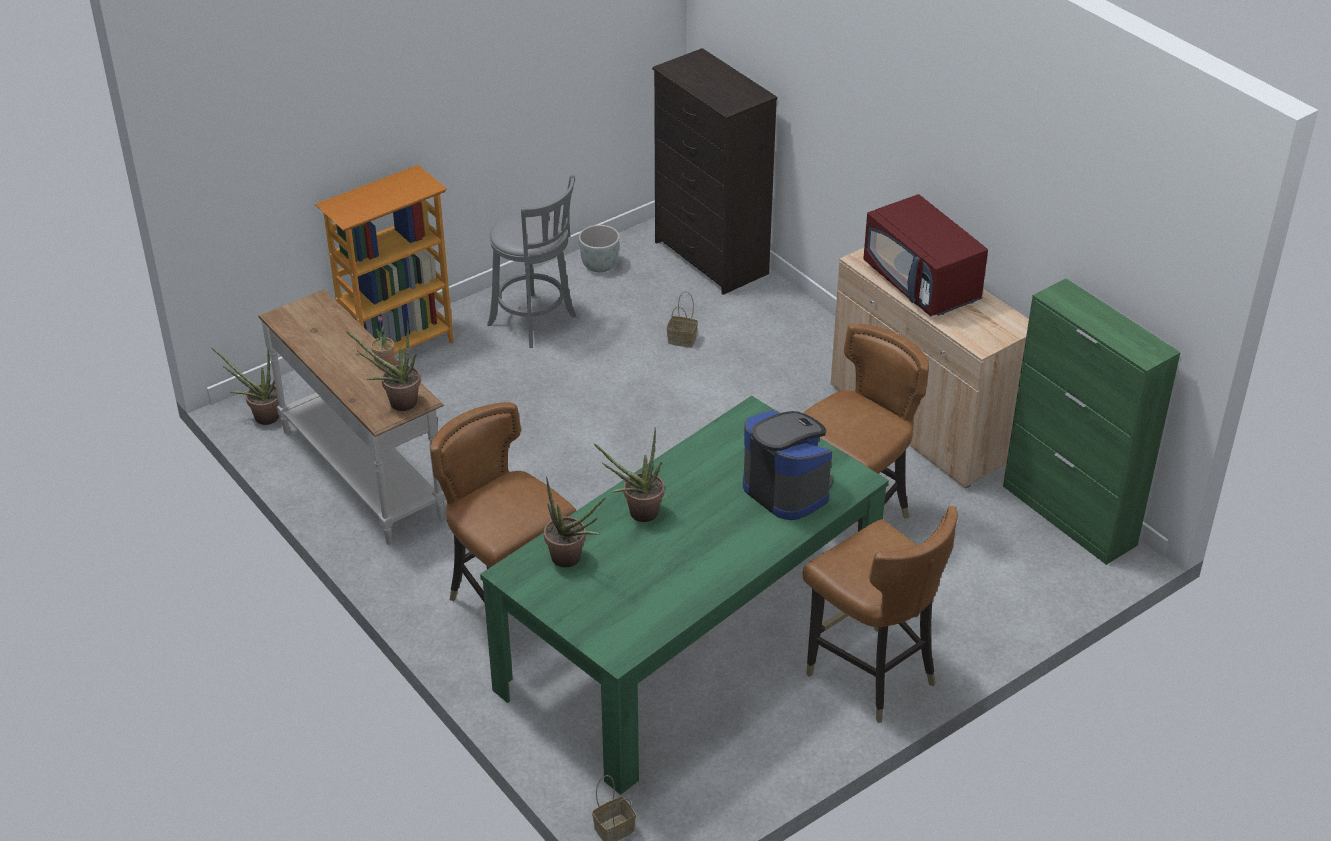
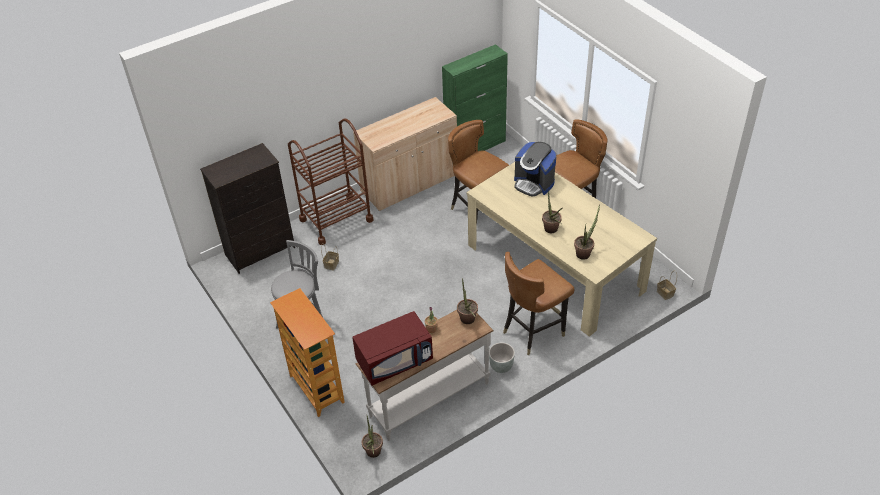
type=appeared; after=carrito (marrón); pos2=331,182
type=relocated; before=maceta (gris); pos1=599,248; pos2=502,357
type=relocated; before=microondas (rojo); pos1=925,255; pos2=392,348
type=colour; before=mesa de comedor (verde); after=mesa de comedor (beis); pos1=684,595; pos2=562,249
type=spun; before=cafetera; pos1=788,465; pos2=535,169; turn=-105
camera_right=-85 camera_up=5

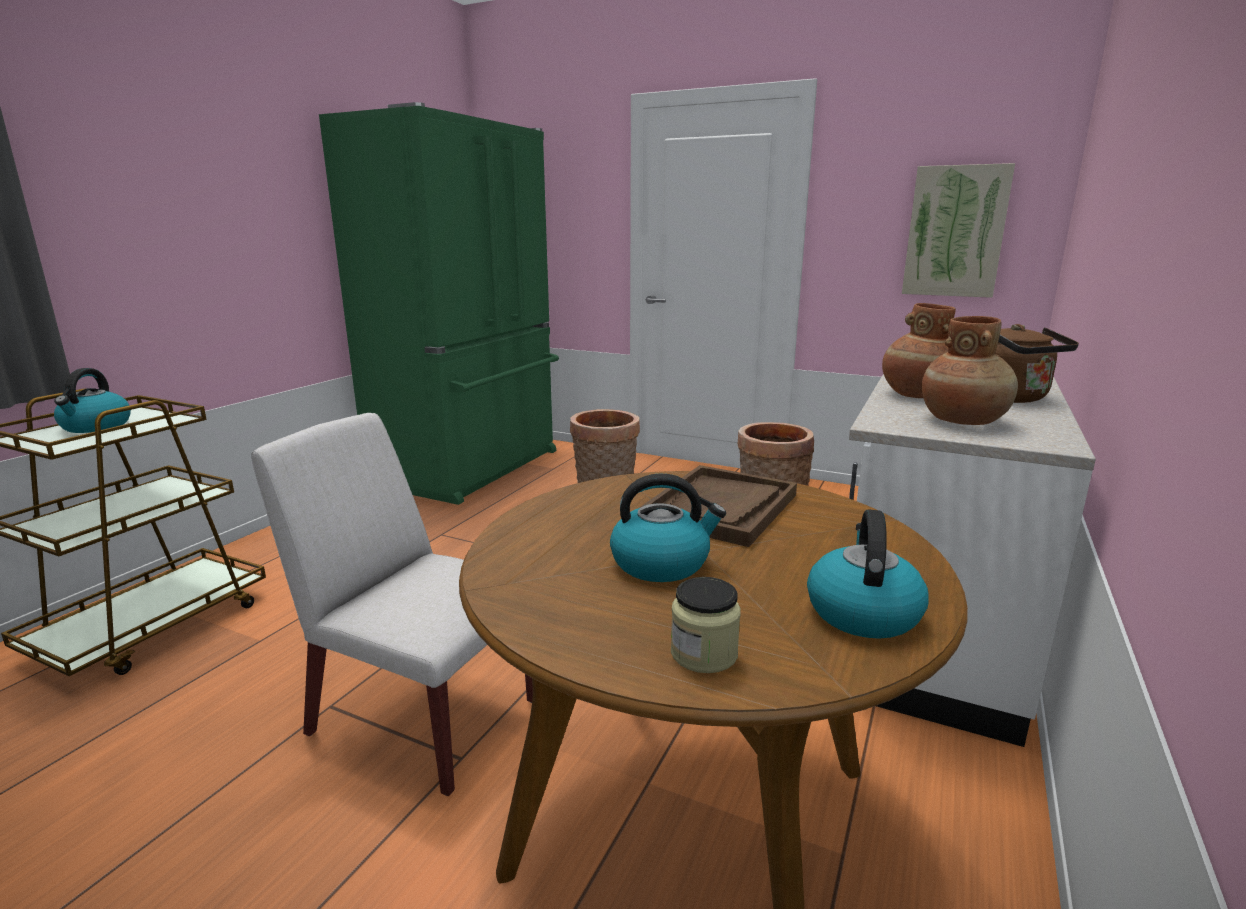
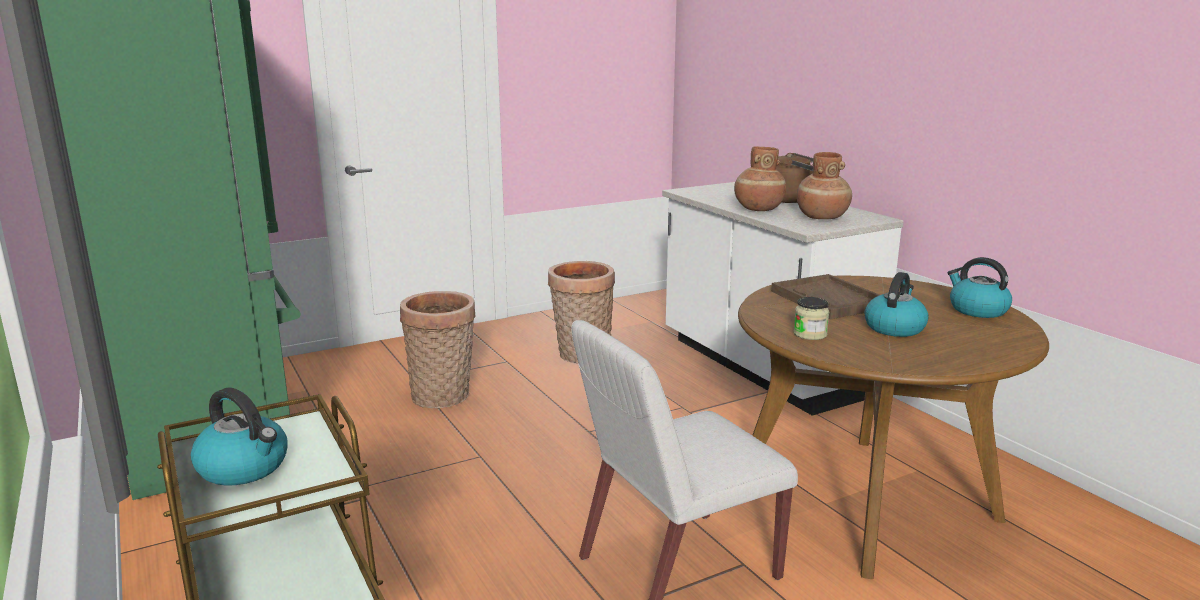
type=missing; before=cuadro; pos1=958,230
type=relocated; before=tarro; pos1=706,625; pos2=811,318
camera_right=-55 camera_up=0

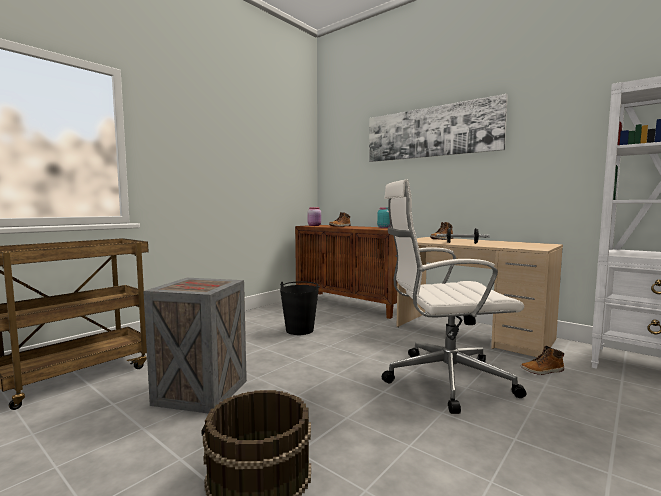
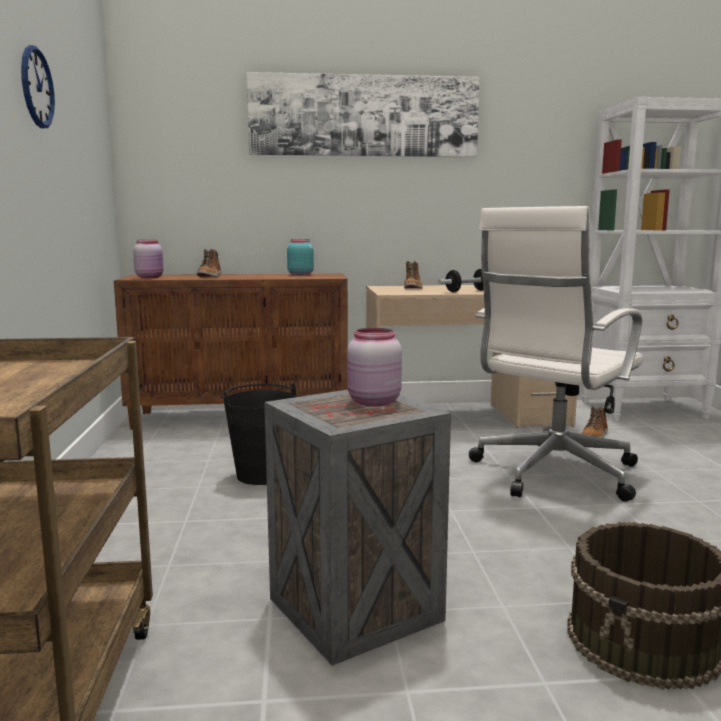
type=appeared; after=reloj de pared; pos2=38,86
type=appeared; after=tarro (rosa); pos2=374,367
camera_right=-45 camera_up=5

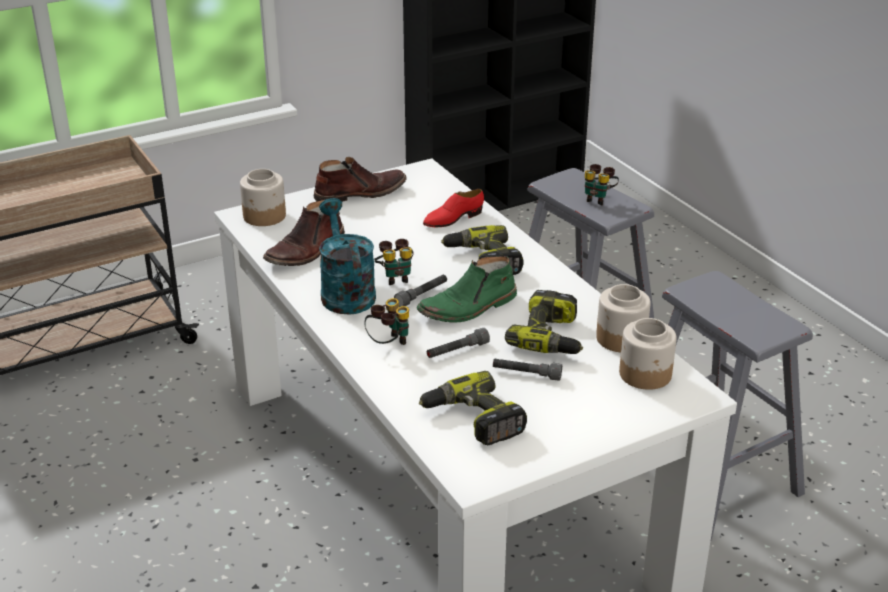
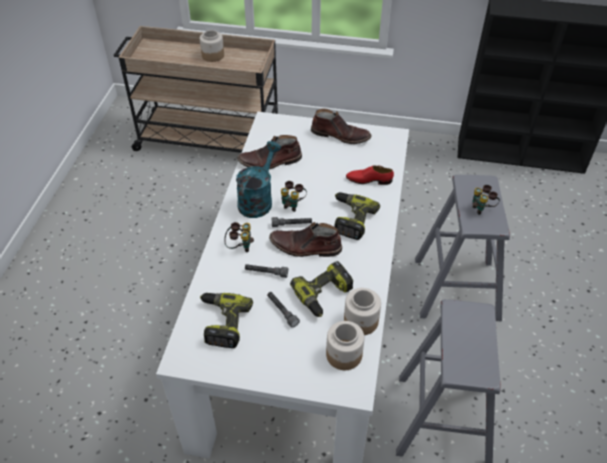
type=relocated; before=tarro; pos1=263,197; pos2=212,46
type=colour; before=bota (verde); after=bota (marrón); pos1=467,289; pos2=305,239
camera_right=40 camera_up=15

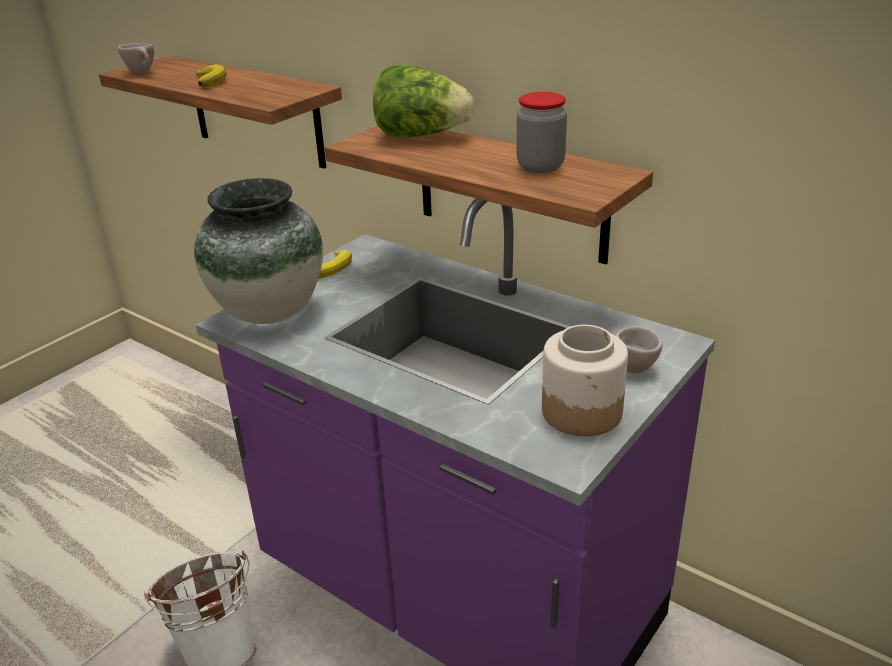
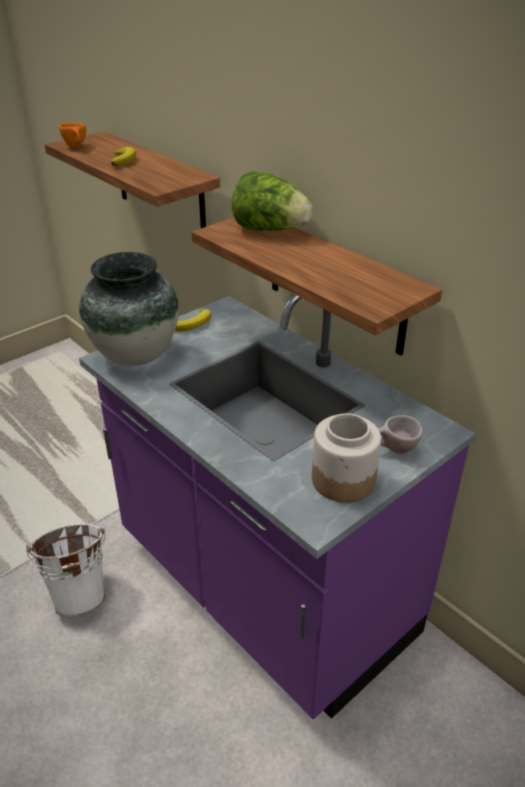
type=missing; before=tarro; pos1=542,132
type=colour; before=taza (beis); after=taza (naranja); pos1=136,58; pos2=72,135
camera_right=10 camera_up=5

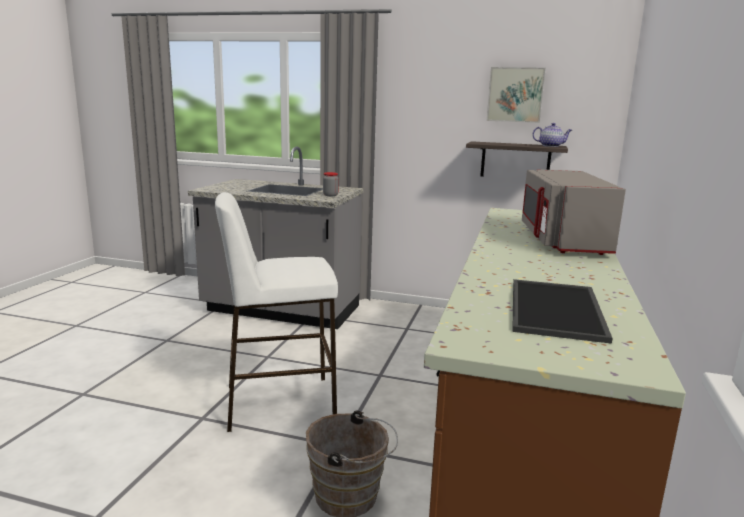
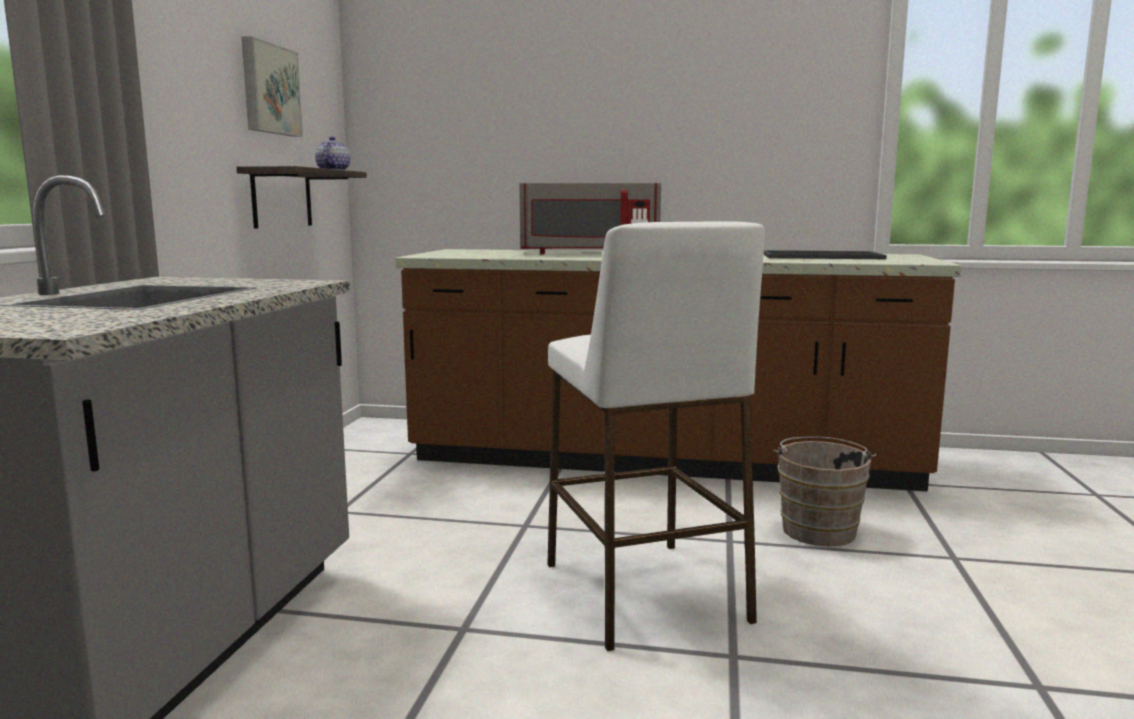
type=missing; before=tarro; pos1=331,184
camera_right=-95 camera_up=-5

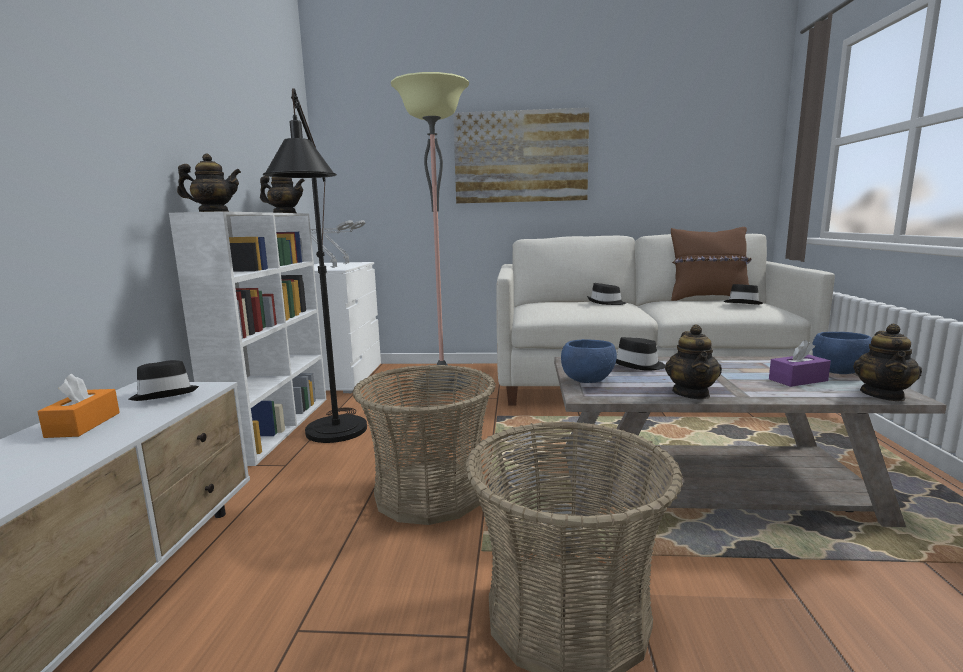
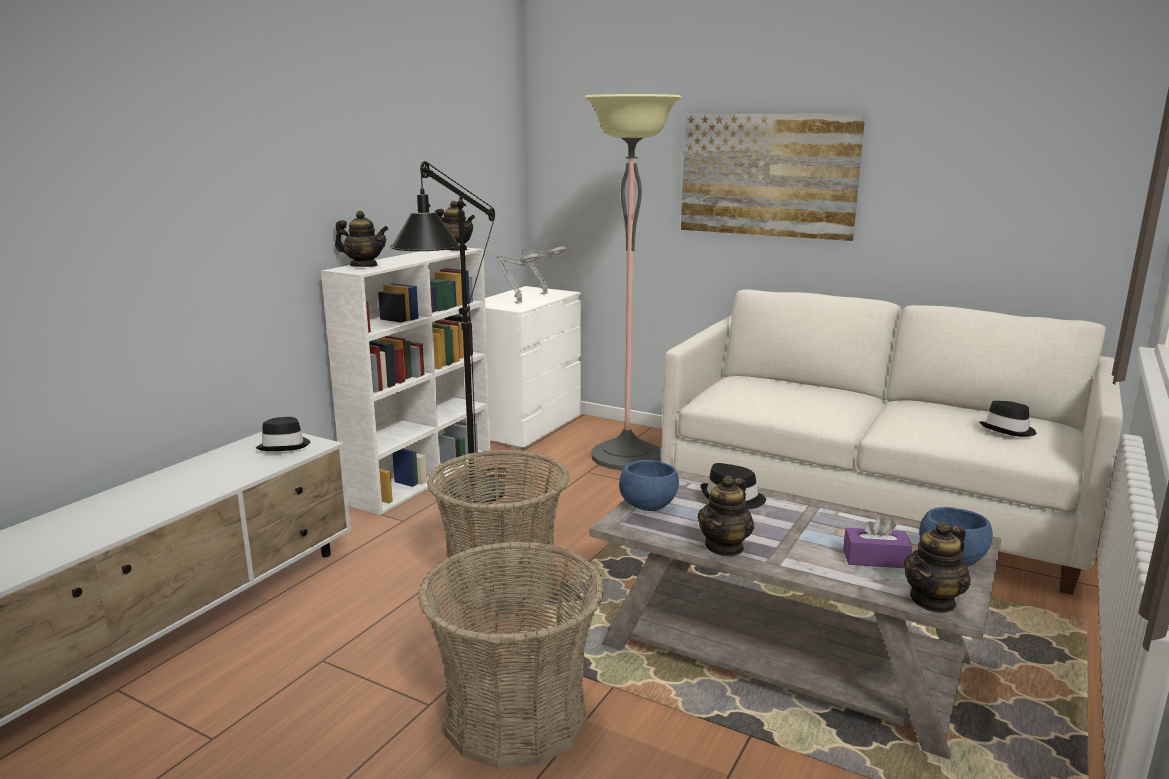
type=missing; before=caja de pañuelos (naranja); pos1=78,406
type=missing; before=sombrero (negro); pos1=606,294
type=missing; before=cojín (marrón); pos1=711,264
camera_right=25 camera_up=5

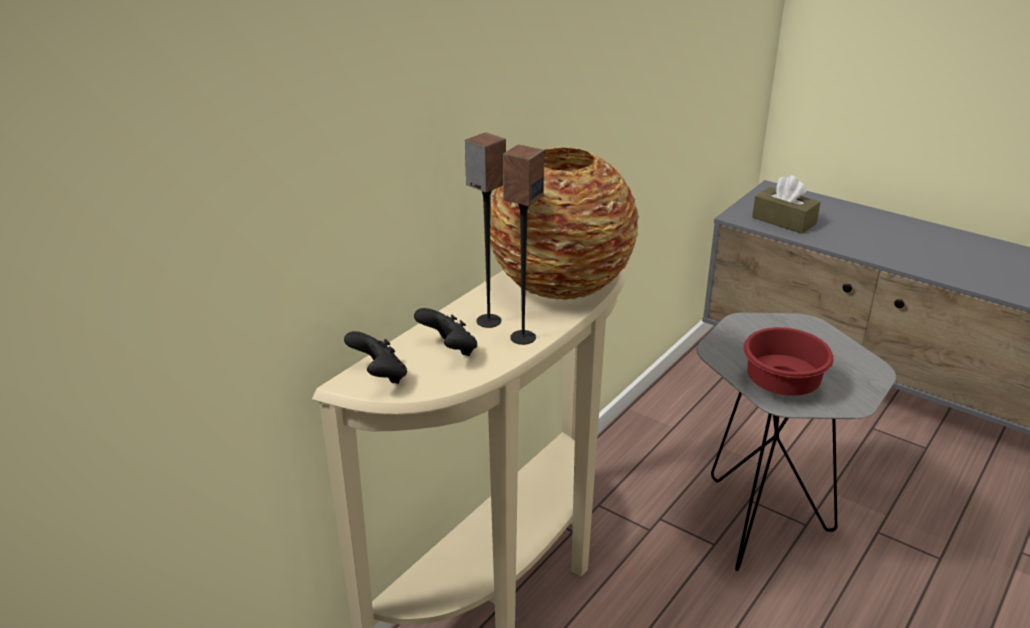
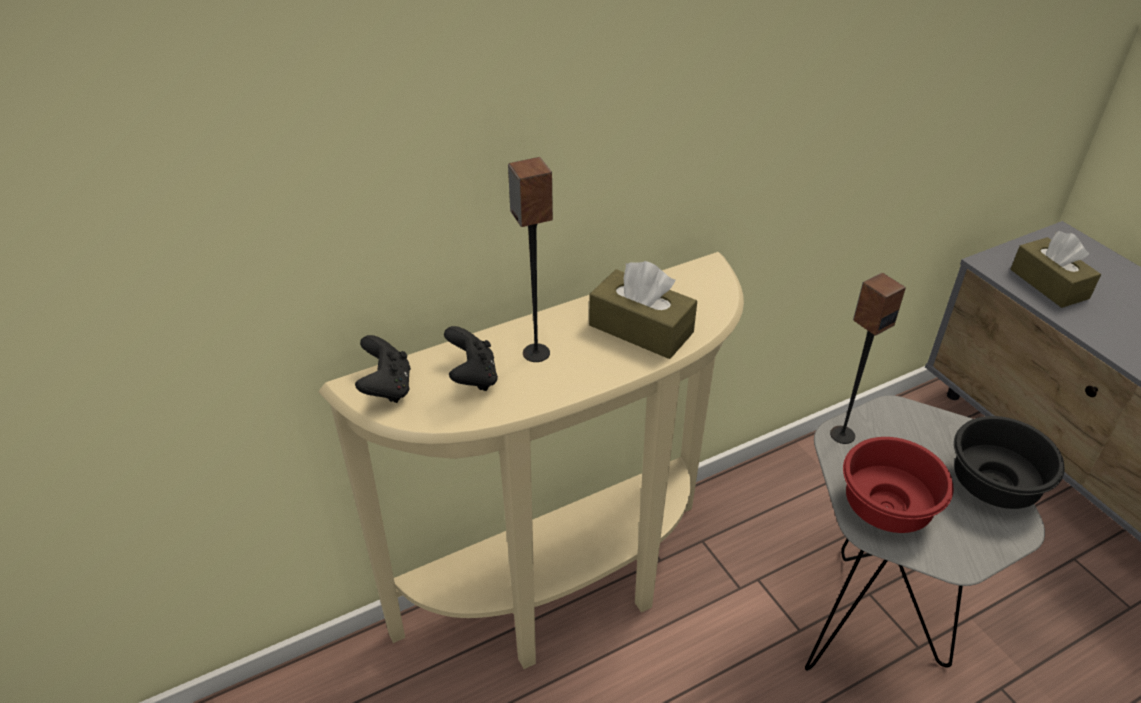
type=appeared; after=cuenco (negro); pos2=1009,462
type=relocated; before=altavoz; pos1=523,245; pos2=868,358
type=exchanged; before=florero; after=caja de pañuelos (marrón); pos1=564,223; pos2=643,310
camera_right=25 camera_up=10

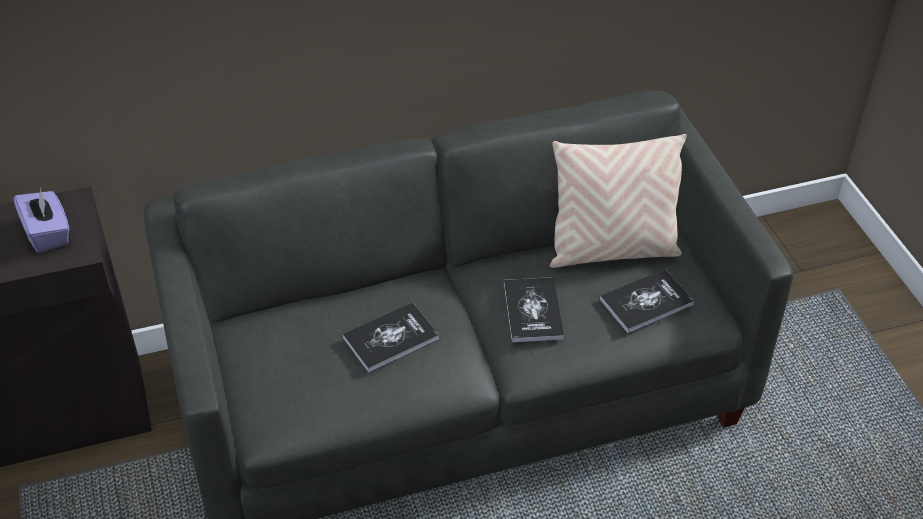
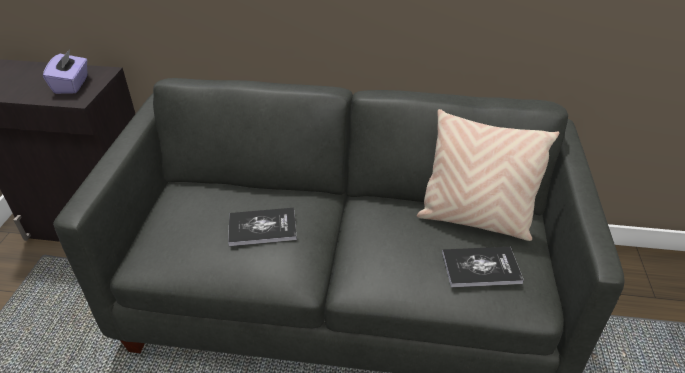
type=missing; before=libro; pos1=534,309
camera_right=25 camera_up=-5

